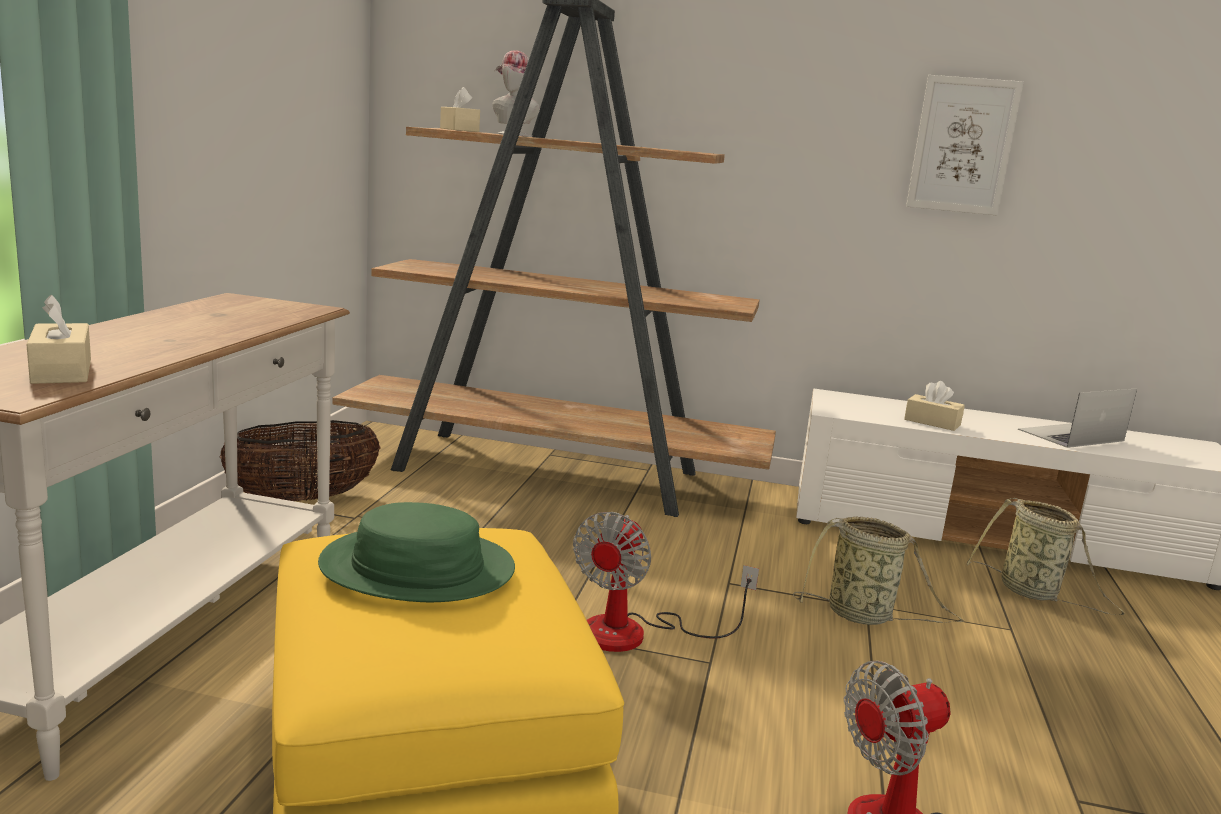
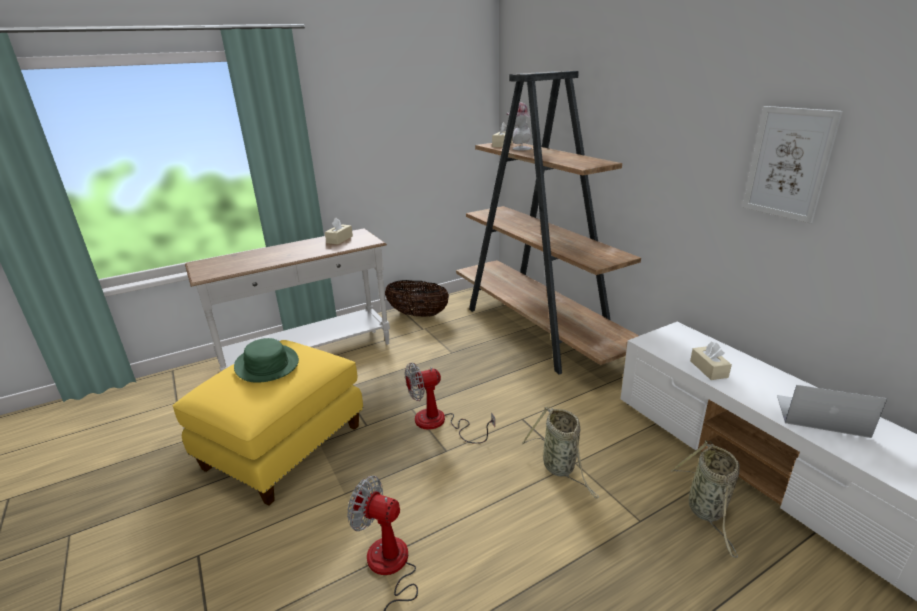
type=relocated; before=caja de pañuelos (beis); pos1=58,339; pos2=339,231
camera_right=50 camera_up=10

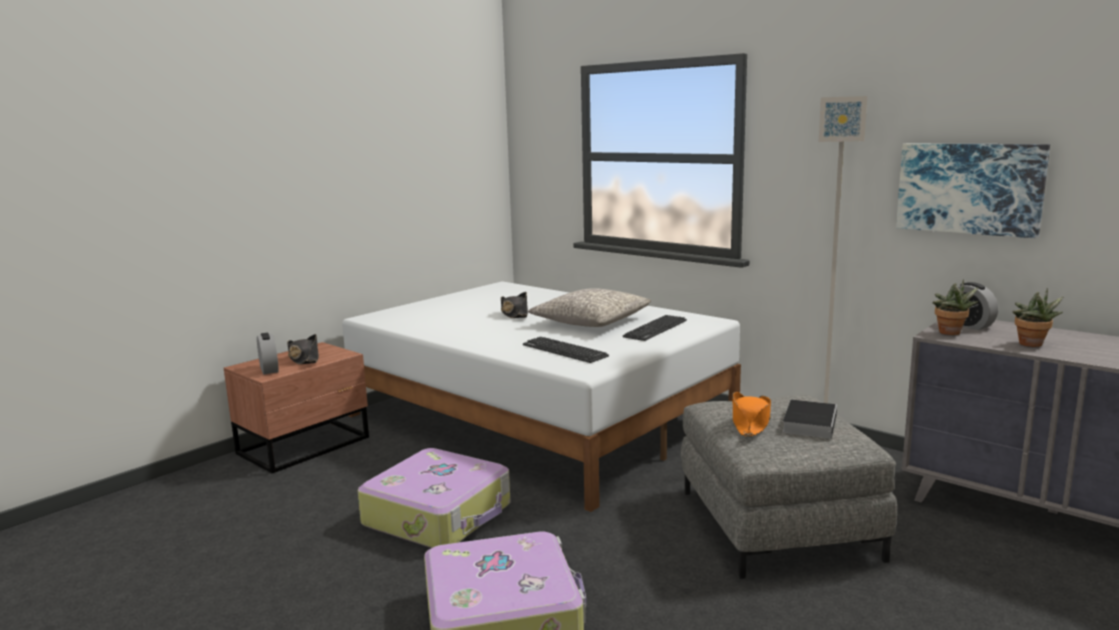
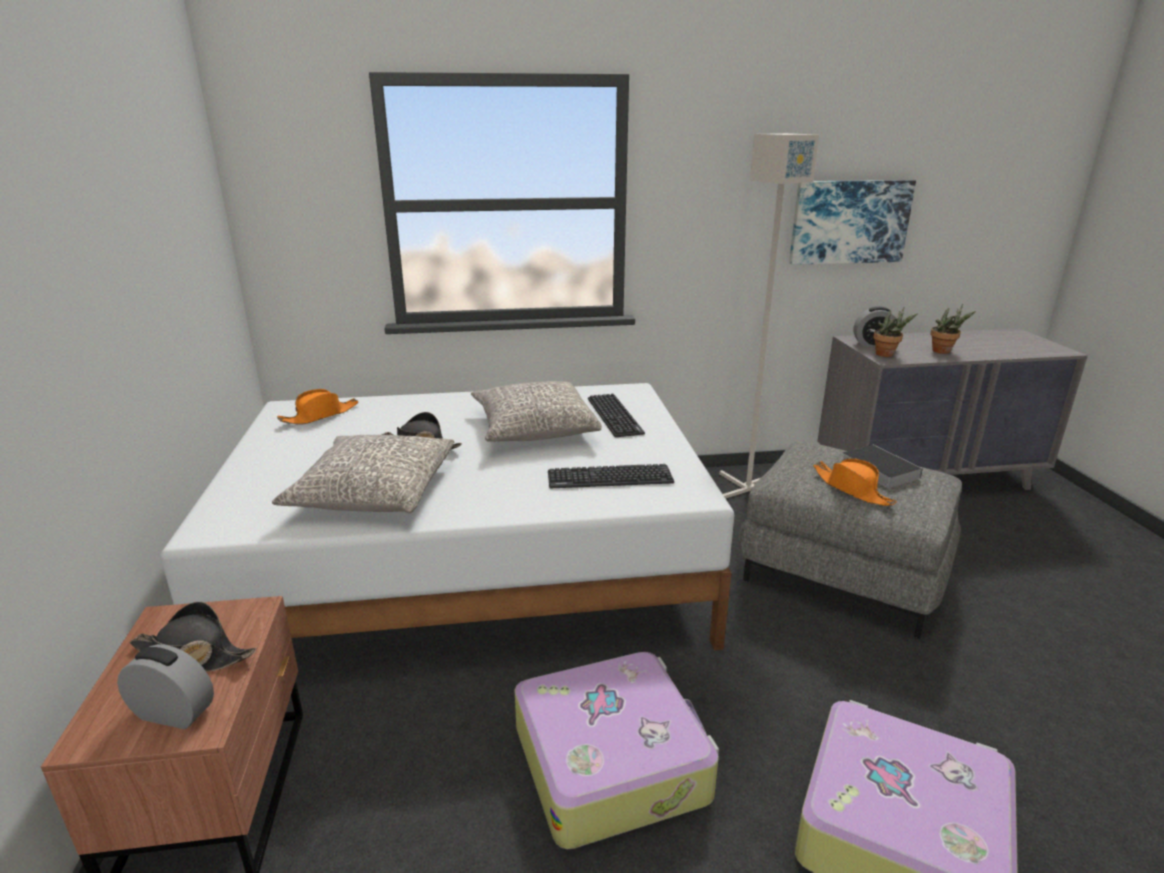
type=appeared; after=cojín (gris); pos2=363,474
type=appeared; after=sombrero (naranja); pos2=317,407
camera_right=-50 camera_up=10

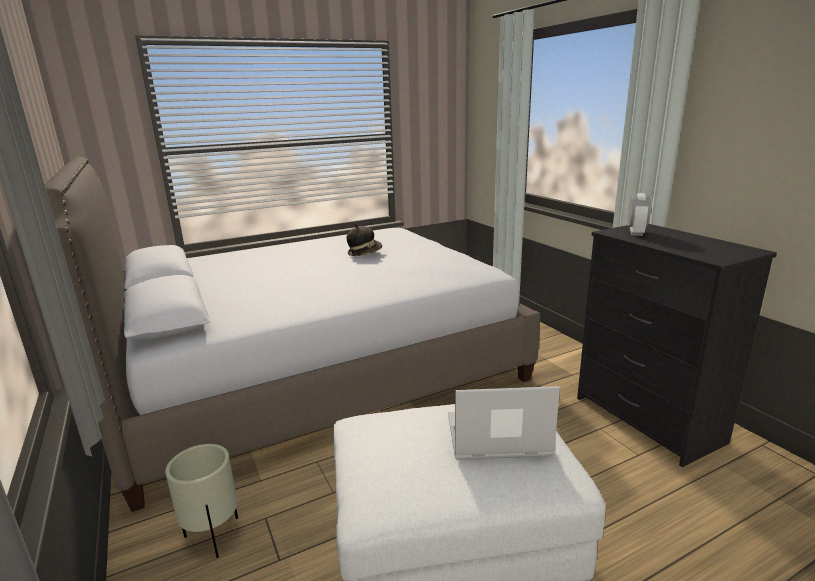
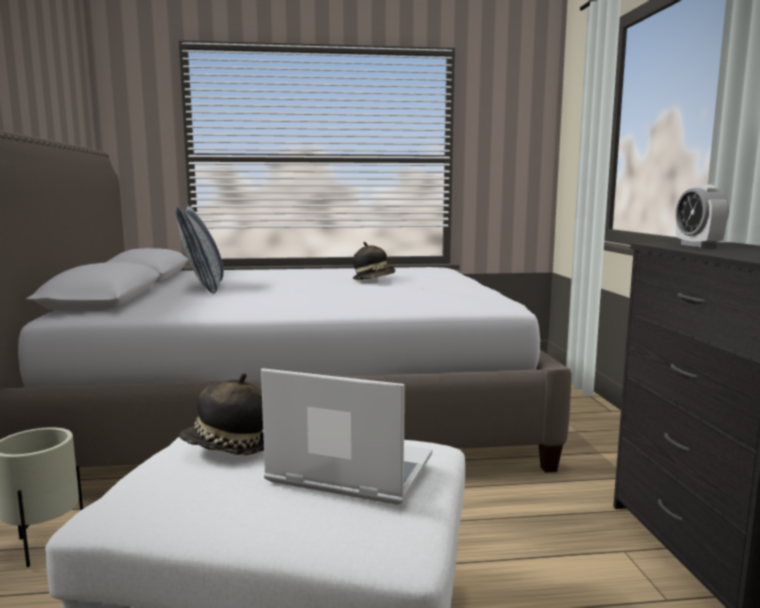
type=appeared; after=cojín; pos2=200,249
type=appeared; after=sombrero; pos2=221,414
type=spun; before=despertador; pos1=639,214; pos2=702,215; turn=135
camera_right=20 camera_up=-10

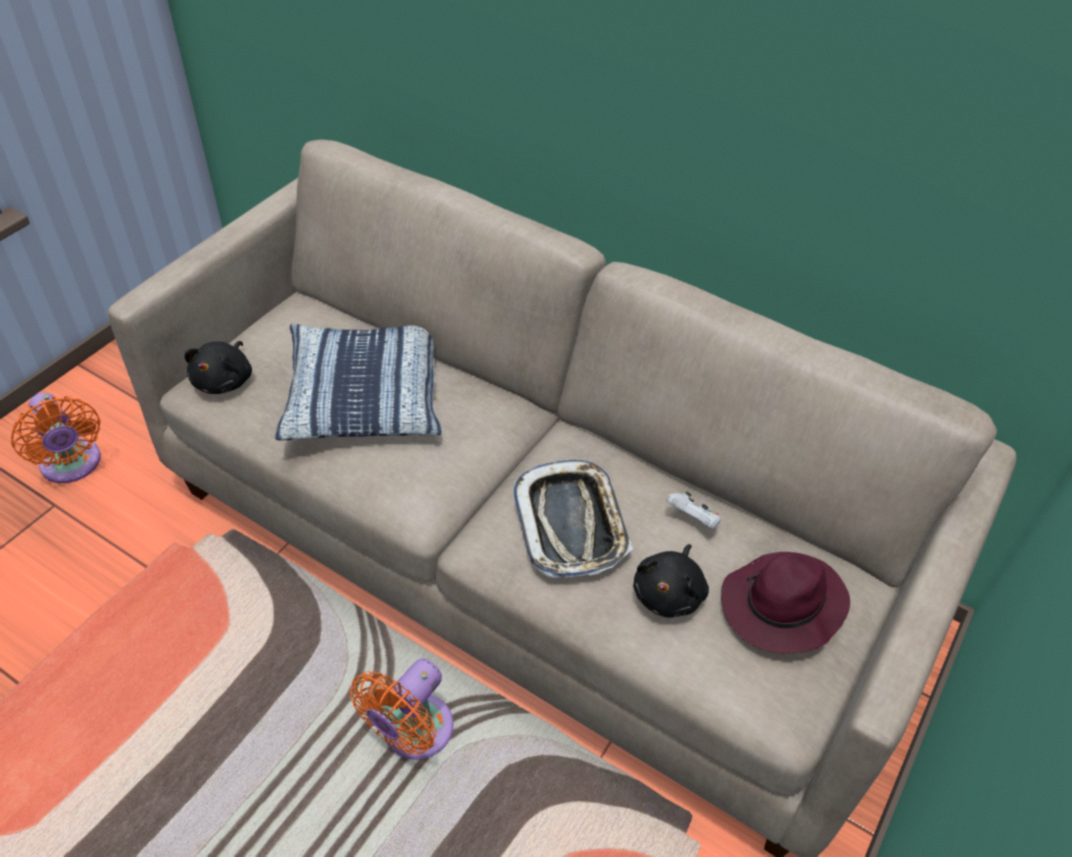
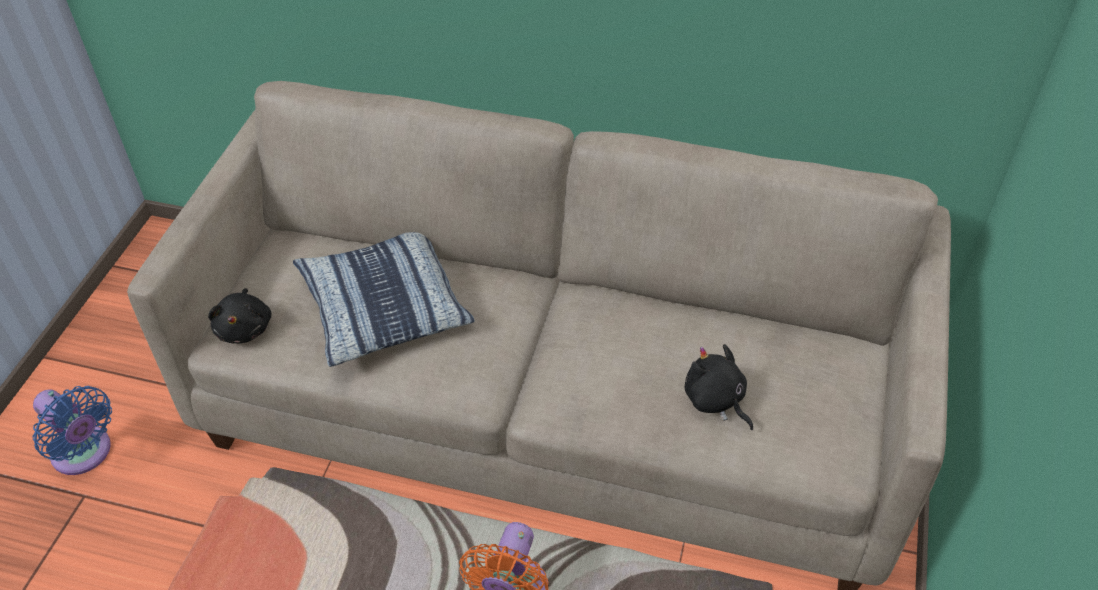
type=missing; before=bandeja; pos1=573,518
type=missing; before=mando de consola (blanco); pos1=693,510
type=missing; before=sombrero (morado); pos1=785,603
type=colour; before=ventilador (naranja); after=ventilador (azul); pos1=56,438; pos2=72,430
type=spun; before=peluche (negro); pos1=671,581; pos2=719,387; turn=135
camera_right=-15 camera_up=0

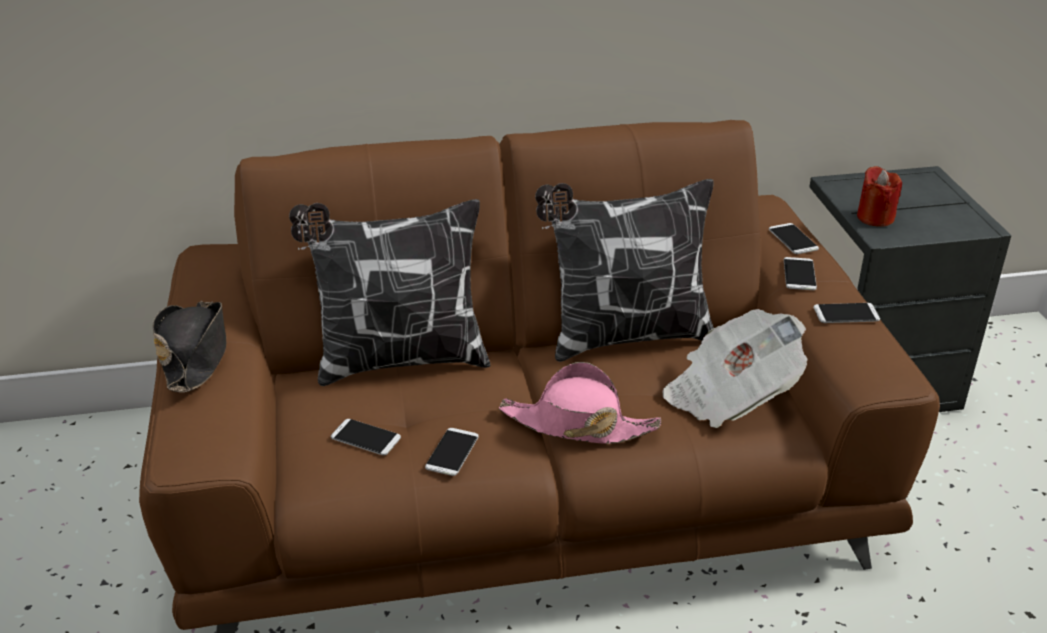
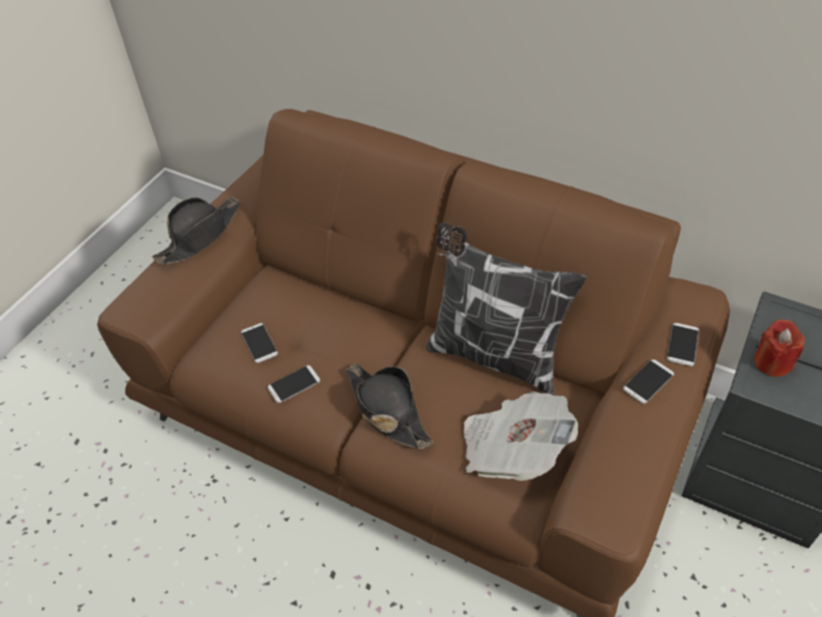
type=missing; before=cojín; pos1=389,292
type=missing; before=móvil; pos1=846,313
type=colour; before=sombrero (rosa); after=sombrero (negro); pos1=580,403; pos2=389,406
camera_right=40 camera_up=15

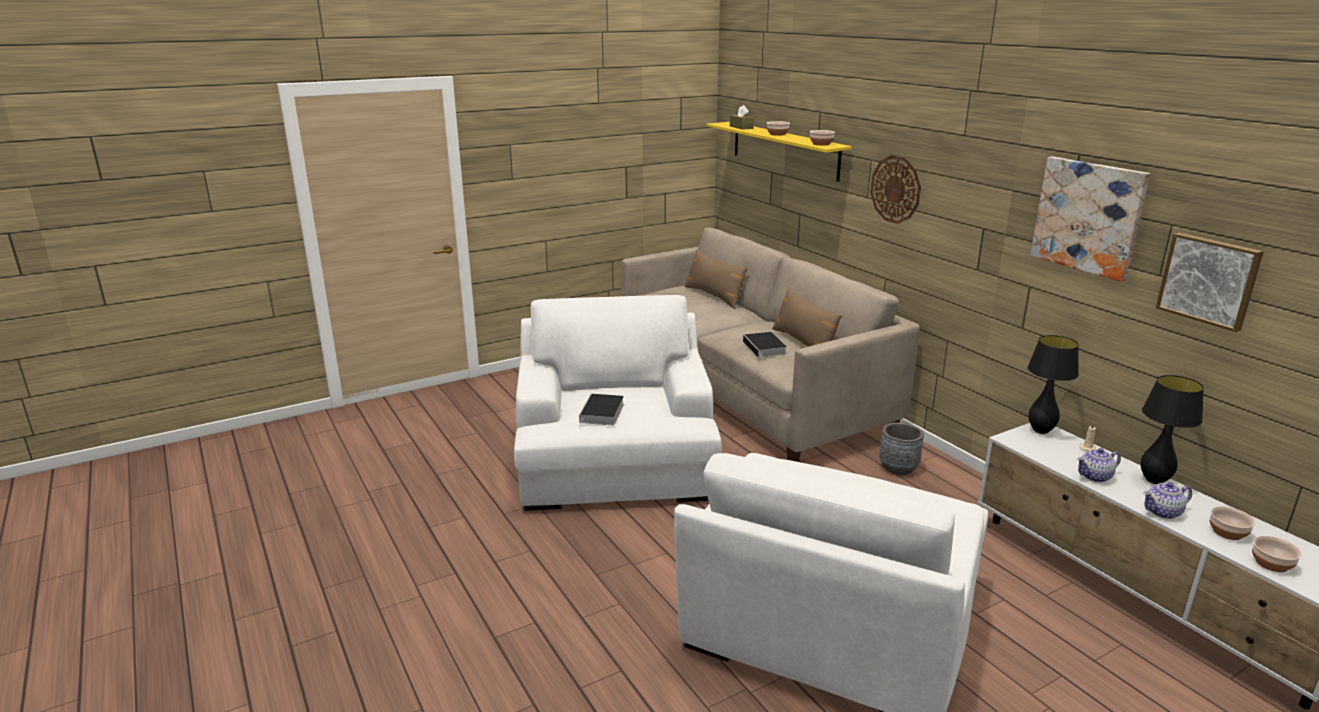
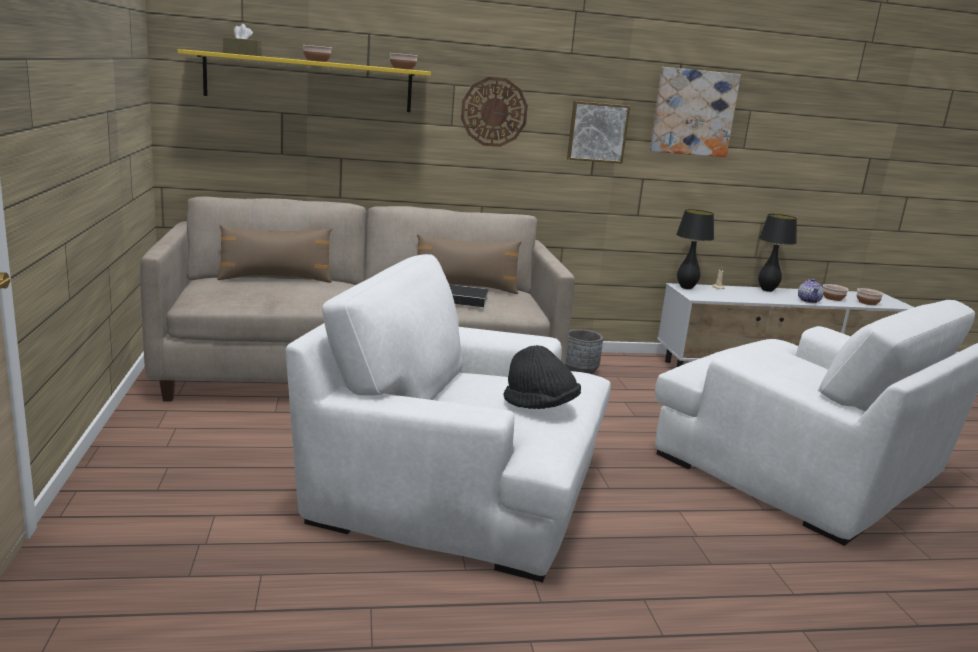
type=missing; before=tetera; pos1=1099,465
type=relocated; before=cuadro; pos1=1210,282; pos2=598,132
type=exchanged; before=libro; after=sombrero (negro); pos1=601,410; pos2=542,377
camera_right=-70 camera_up=-5

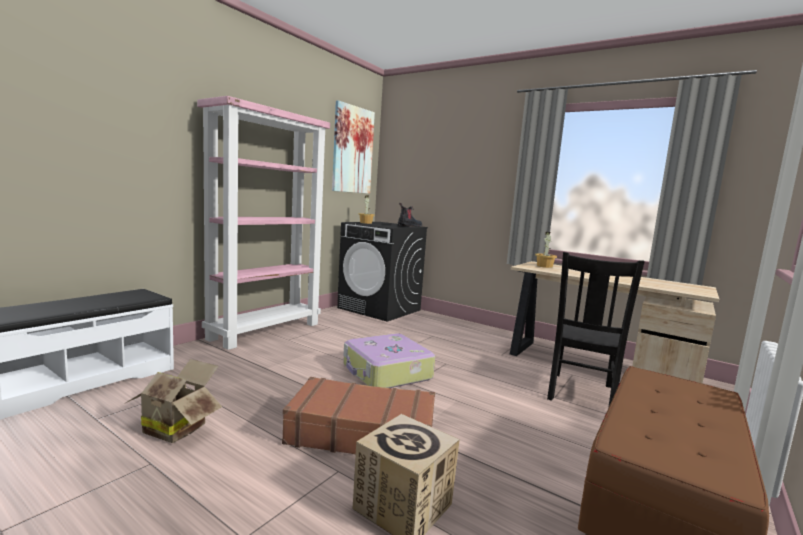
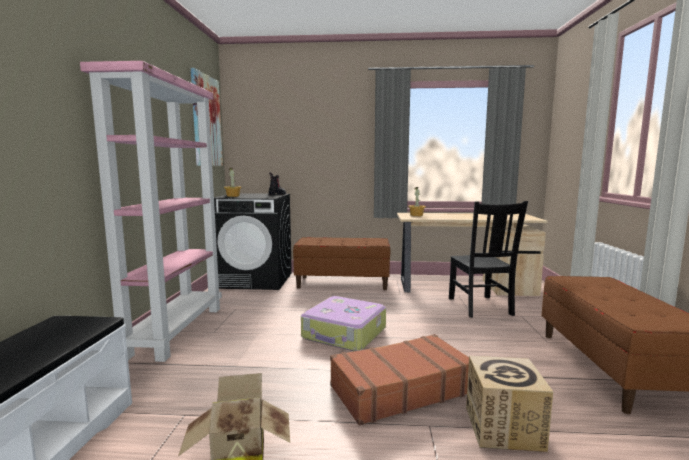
type=appeared; after=banco (marrón); pos2=341,263
camera_right=-30 camera_up=0

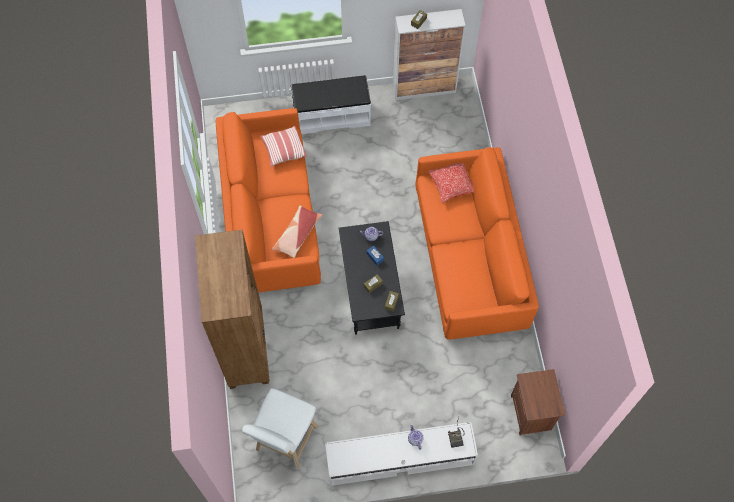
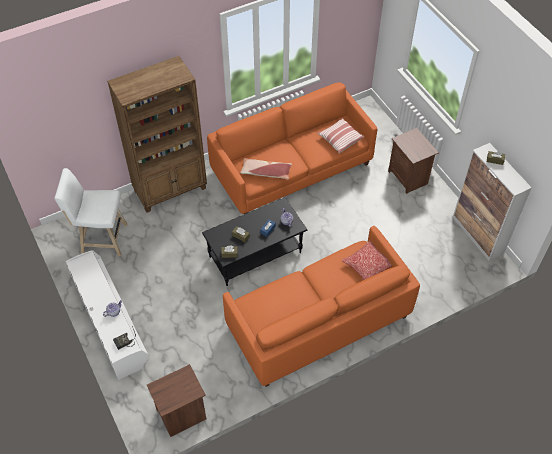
type=exchanged; before=banco (blanco); after=mesita de noche (marrón); pos1=331,104; pos2=413,161
camera_right=70 camera_up=-10

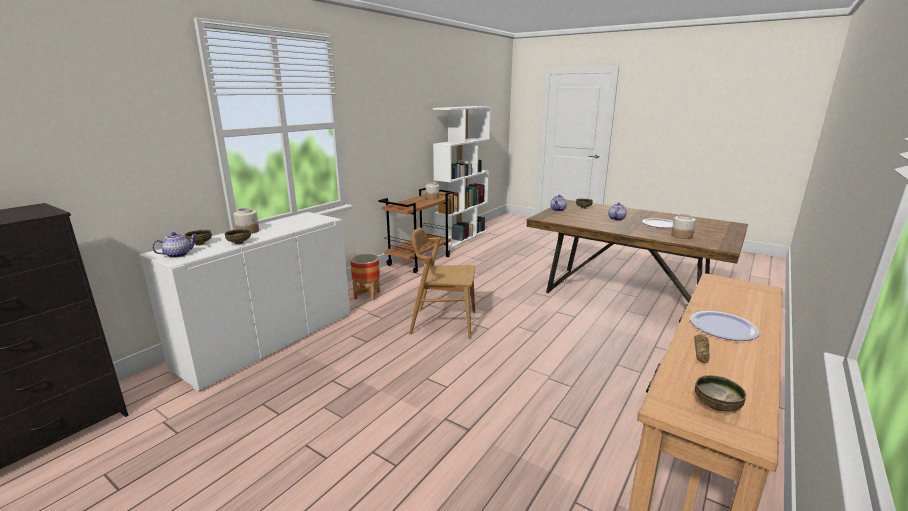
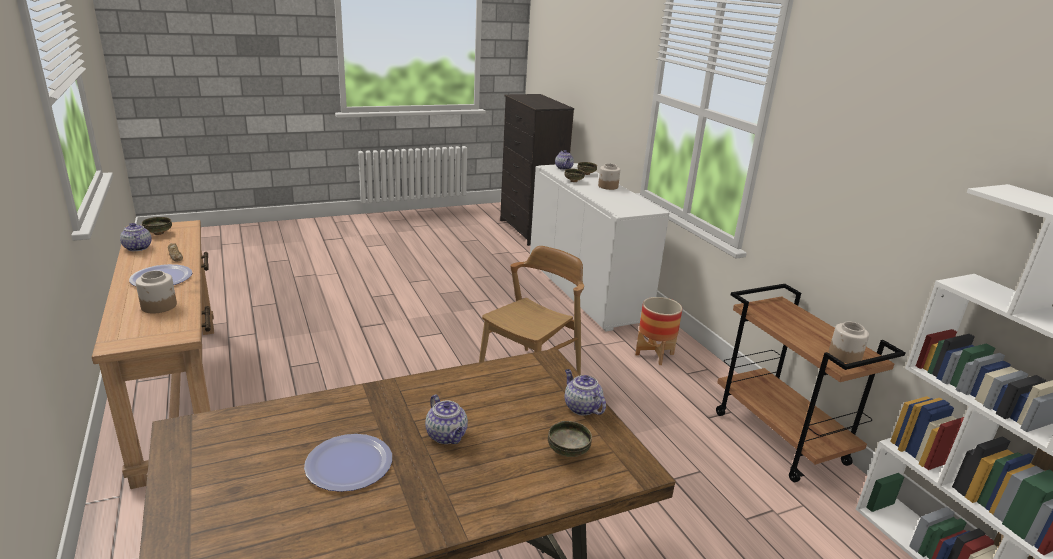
type=appeared; after=tetera; pos2=136,237
type=relocated; before=tarro; pos1=683,226; pos2=156,291
camera_right=120 camera_up=5

